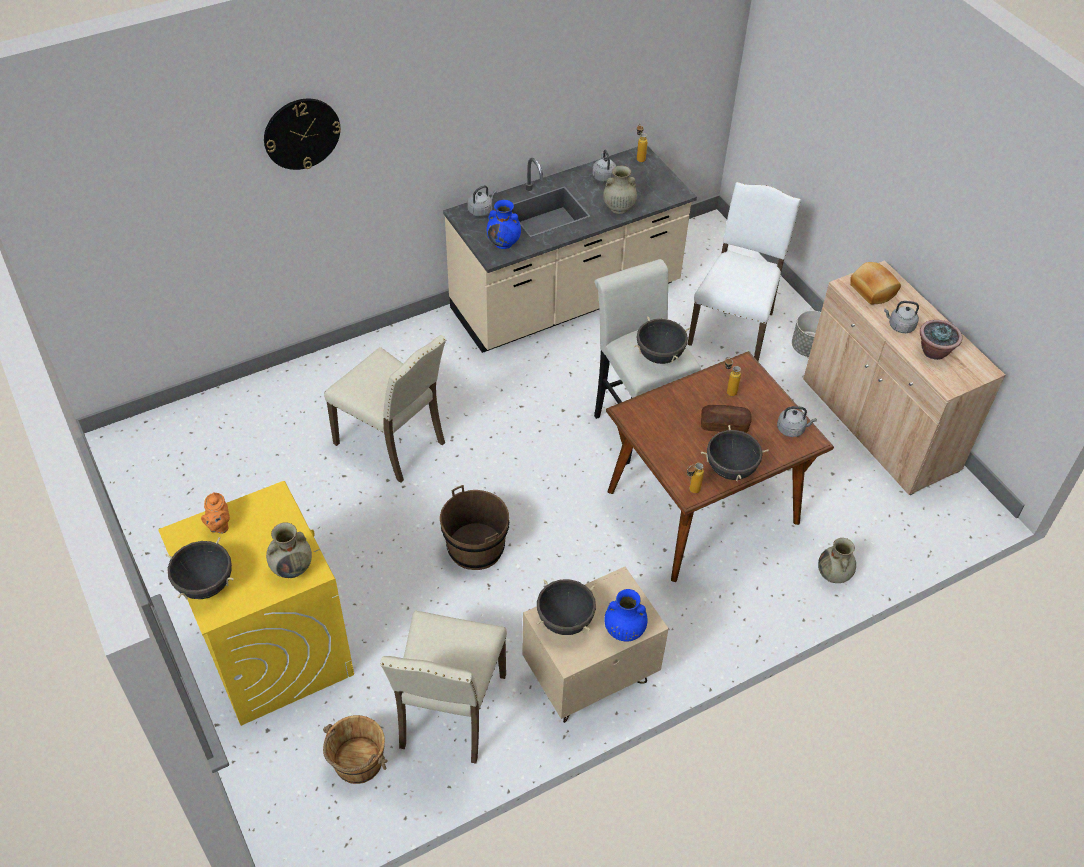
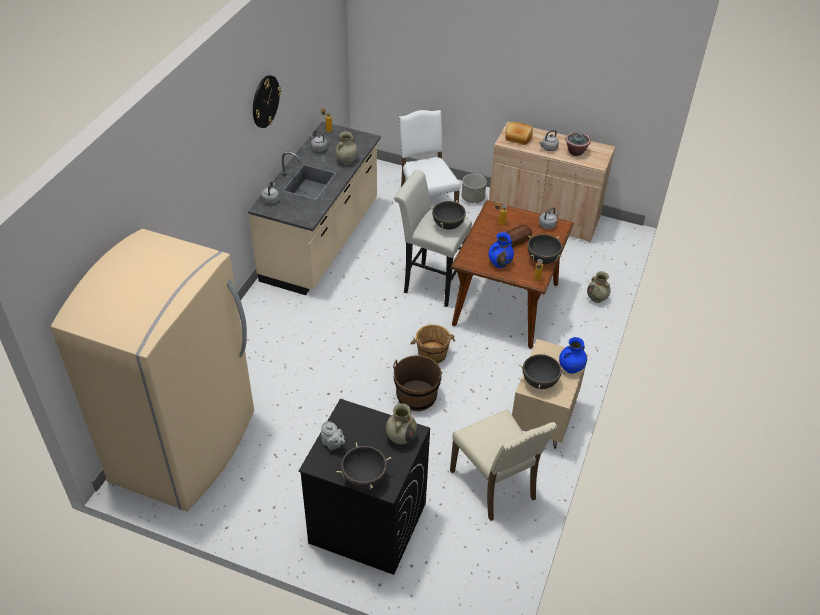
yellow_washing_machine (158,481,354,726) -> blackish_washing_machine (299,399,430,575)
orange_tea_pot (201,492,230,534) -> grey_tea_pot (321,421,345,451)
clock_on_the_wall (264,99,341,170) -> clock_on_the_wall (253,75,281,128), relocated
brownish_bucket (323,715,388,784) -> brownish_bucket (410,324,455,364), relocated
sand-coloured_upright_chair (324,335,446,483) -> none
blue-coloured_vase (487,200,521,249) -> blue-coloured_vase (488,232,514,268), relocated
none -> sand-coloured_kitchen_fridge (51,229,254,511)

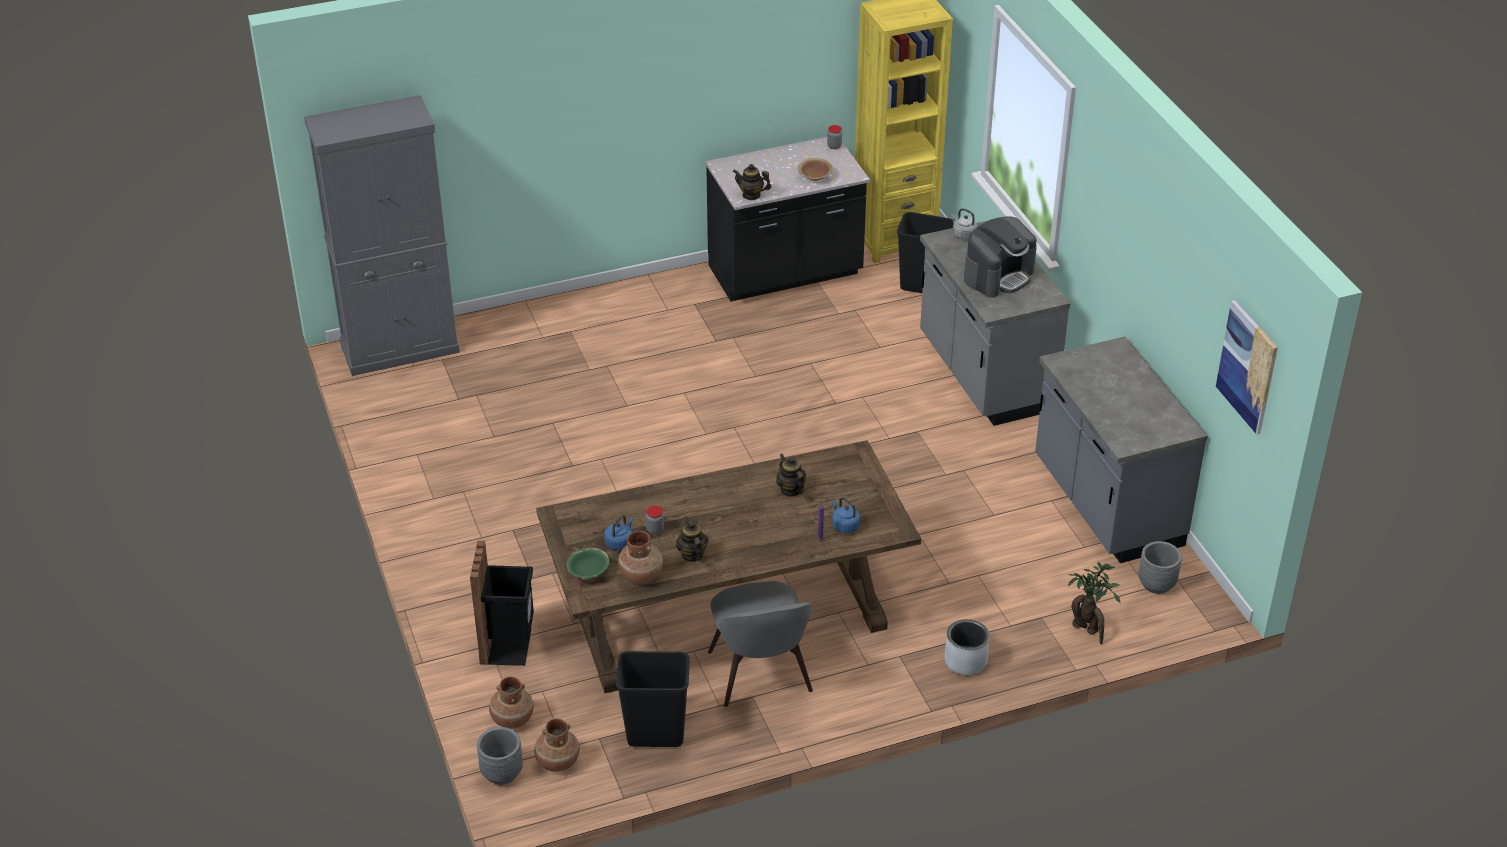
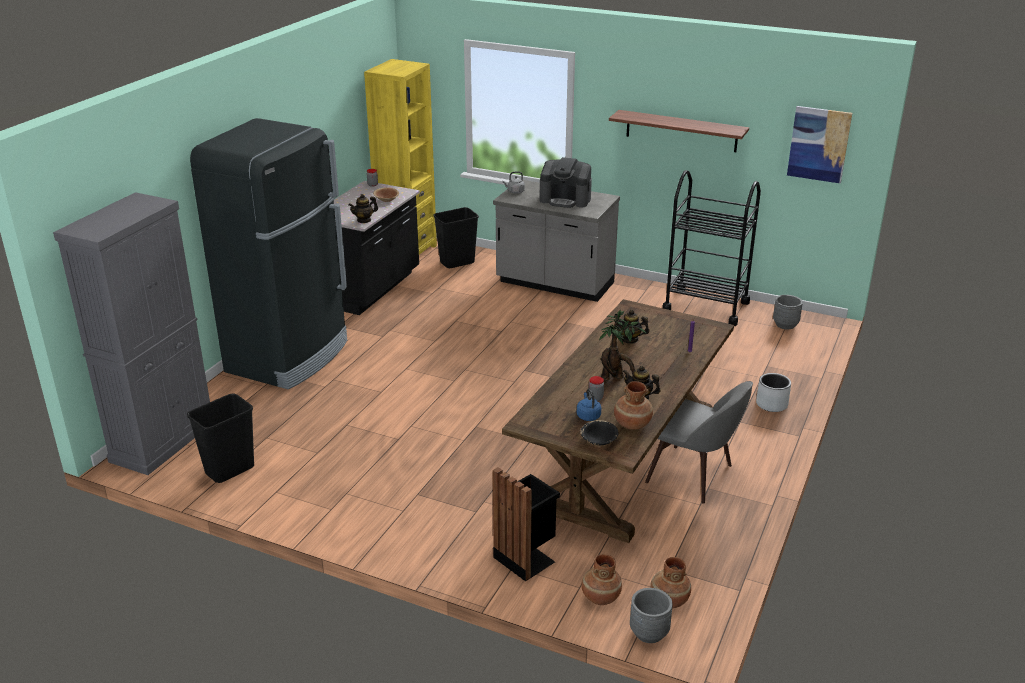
green-coloured_bowl (567,547,609,579) -> blackish_bowl (580,420,618,446)
blackish_trash_can (616,651,690,747) -> blackish_trash_can (187,393,254,483), relocated
blue-coloured_water_kettle (832,497,860,533) -> none
coffee_machine (964,216,1037,298) -> coffee_machine (539,157,592,208), 105 degrees clockwise
grey_kitchen_base_unit (1035,336,1208,563) -> blackish_trolley (662,170,761,326)
houseplant (1068,562,1120,644) -> houseplant (599,310,647,381), relocated
none -> blackish_kitchen_fridge (190,118,347,390)
none -> bracket_shelf (609,110,749,152)

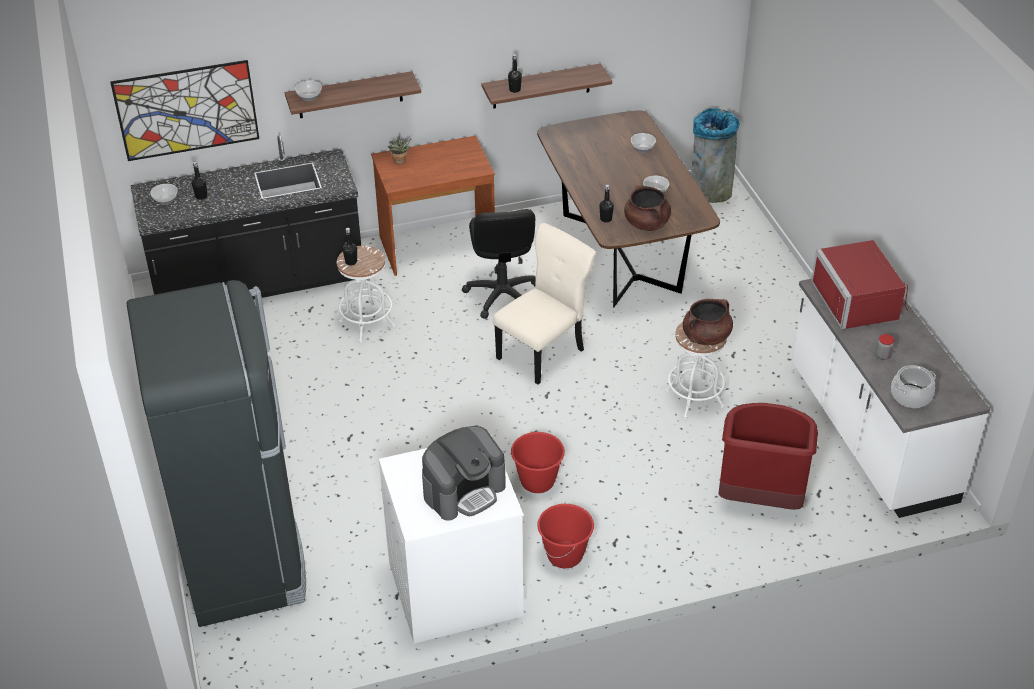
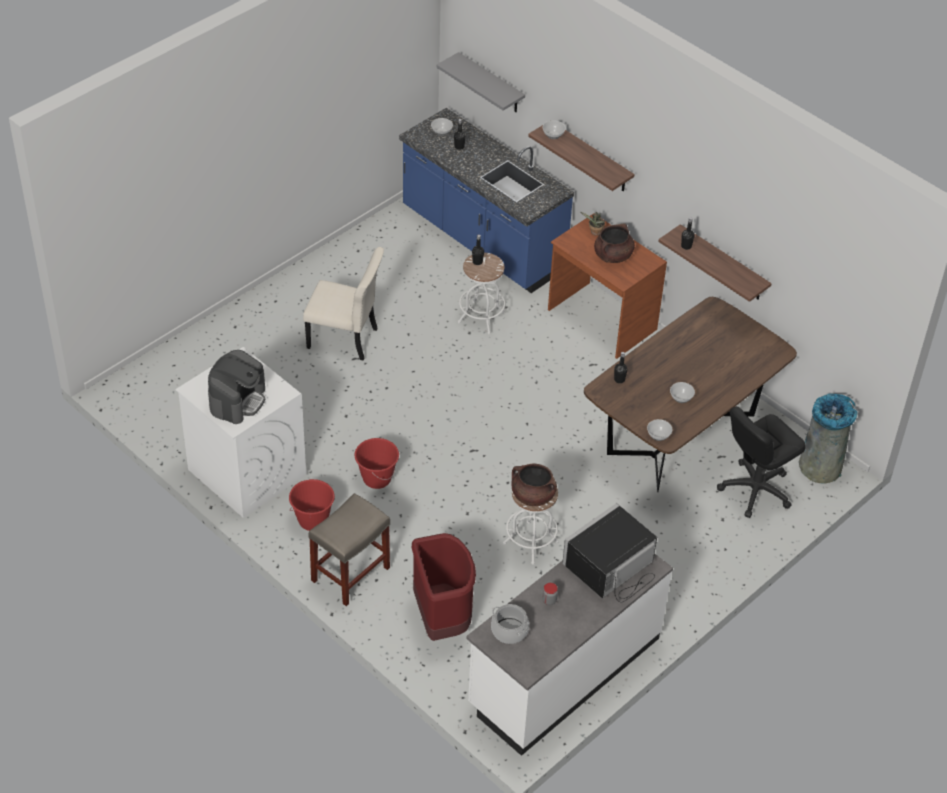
picture (110,60,259,161) -> grey_bracket_shelf (436,52,525,112)
blackish_kitchen_fridge (127,280,306,627) -> none
blackish_kitchen_base_unit (131,135,361,299) -> blue-coloured_kitchen_base_unit (399,108,574,293)
coffee_machine (422,426,506,521) -> coffee_machine (208,350,265,424), 90 degrees counterclockwise
blackish_office_chair (462,209,536,319) -> blackish_office_chair (717,406,806,518), relocated
sand-coloured_upright_chair (493,223,596,385) -> sand-coloured_upright_chair (303,247,384,360), relocated
brownish_saucepot (624,185,671,231) -> brownish_saucepot (594,224,635,263), relocated
bowl (631,133,656,153) -> bowl (647,419,672,441), relocated
reddish_kitchen_microwave (811,240,908,330) -> blackish_kitchen_microwave (562,503,657,602)
none -> sand-coloured_sitting_stool (309,493,390,606)

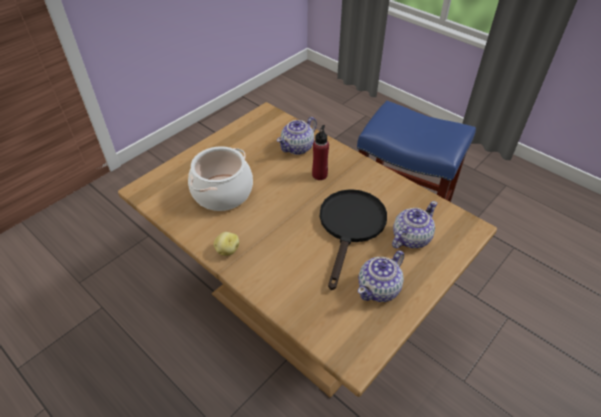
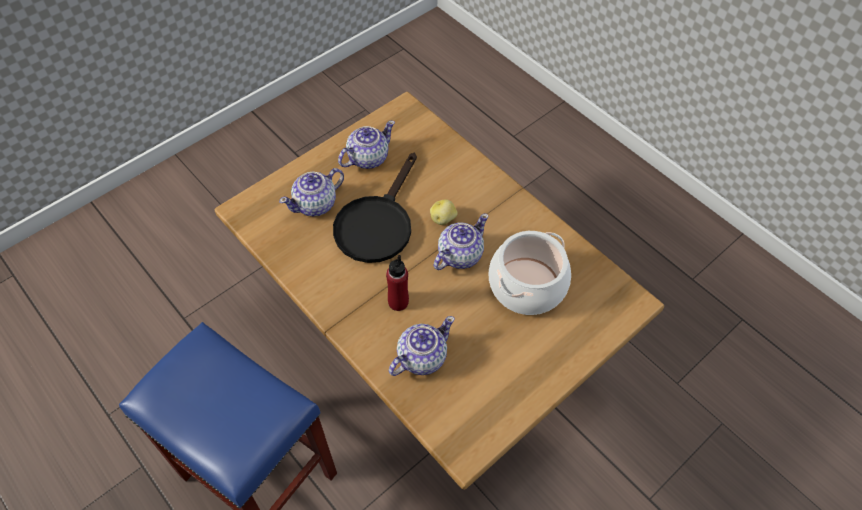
potato (214,232,239,256) -> potato (430,199,458,225), relocated
none -> tea_pot (433,214,488,270)

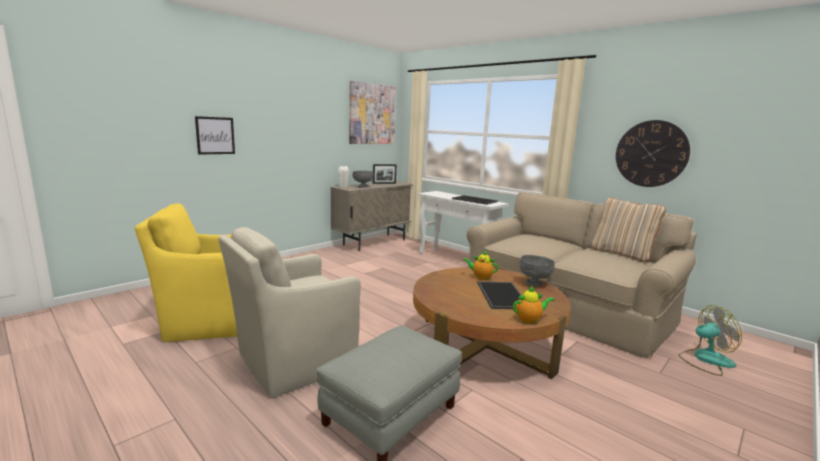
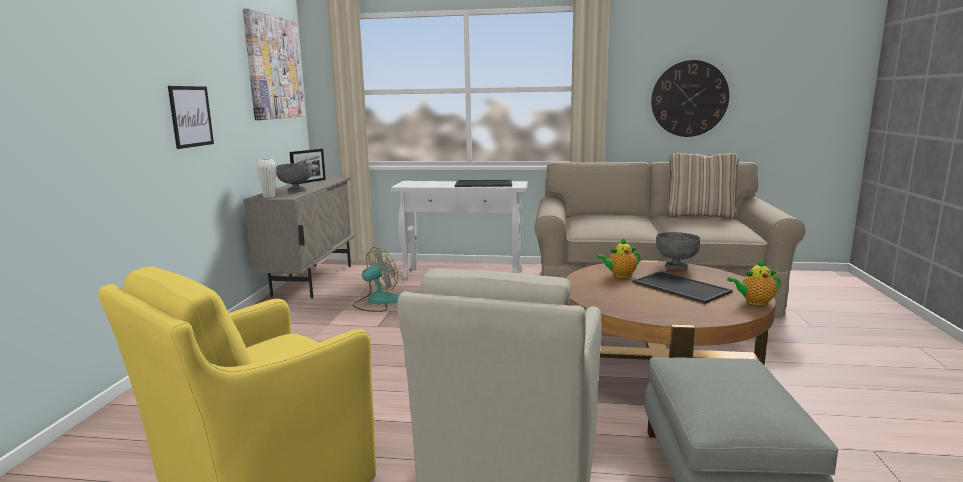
picture (195,116,235,155) -> picture (168,86,214,149), relocated
tea_pot (513,286,554,323) -> tea_pot (727,260,781,306), 135 degrees counterclockwise
cooling_fan (679,305,742,376) -> cooling_fan (353,247,399,312), relocated

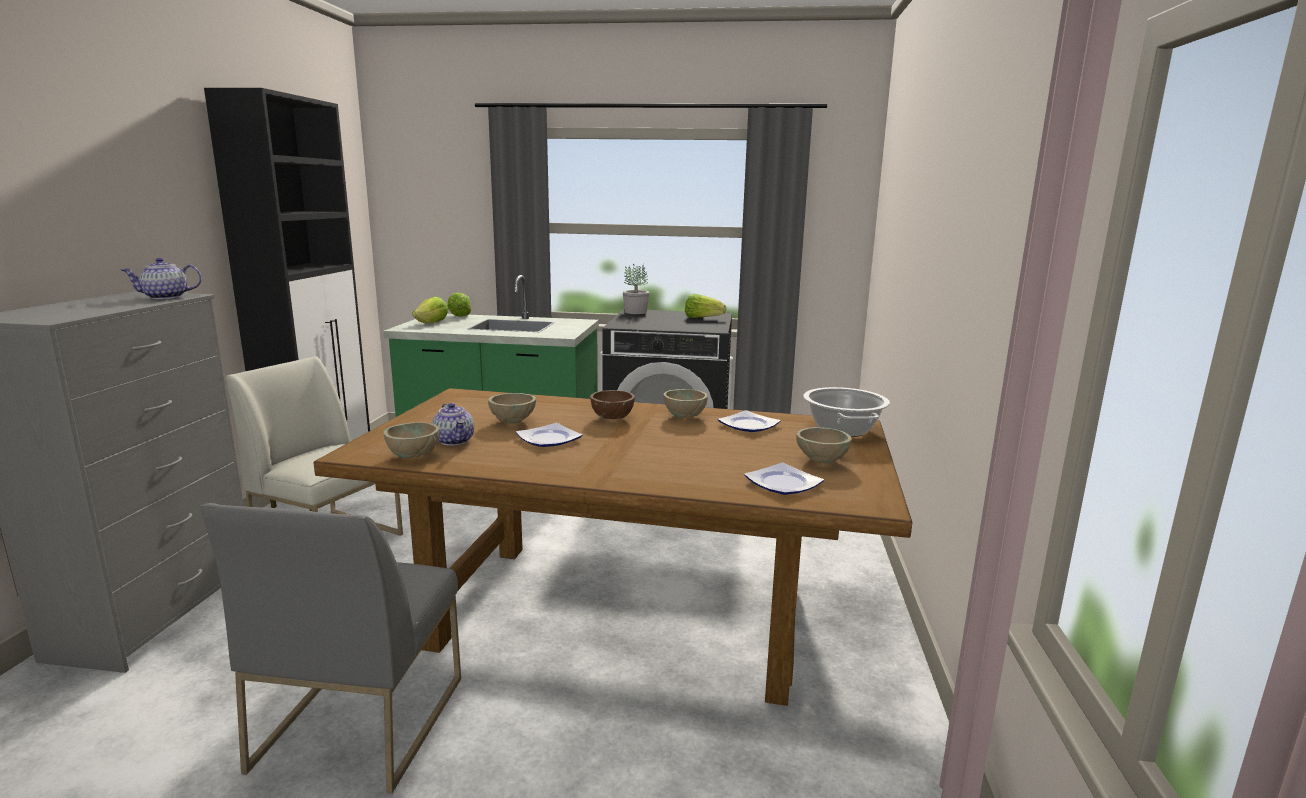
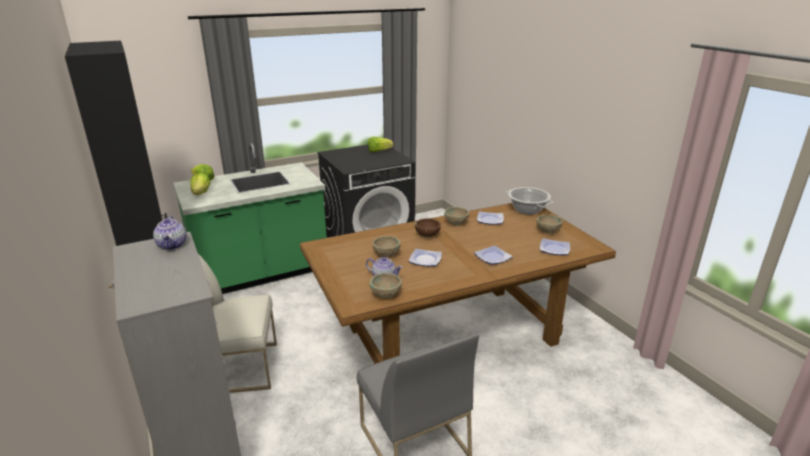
tea_pot (121,258,202,299) -> tea_pot (153,216,187,250), 45 degrees counterclockwise
houseplant (623,264,650,314) -> none
none -> dinner_plate (474,245,513,265)

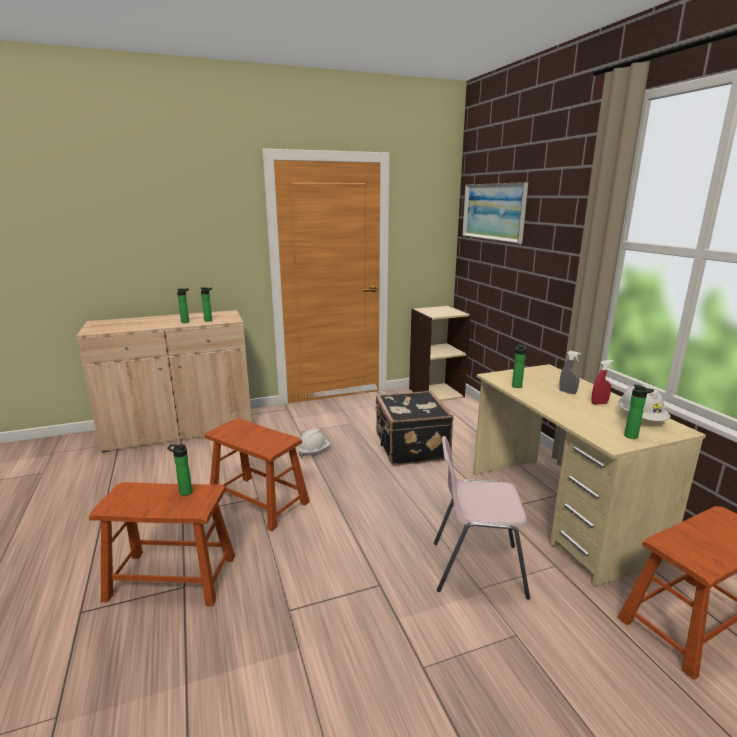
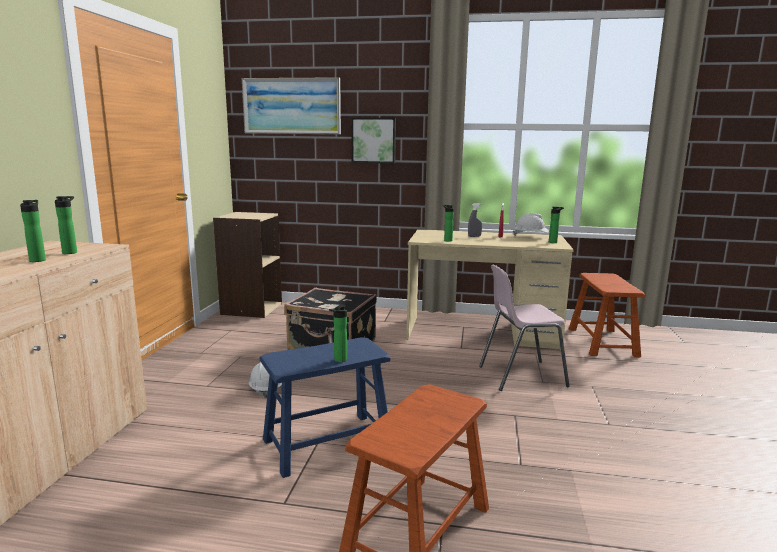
bottle (167,444,192,496) -> bottle (329,305,347,362), relocated
brownish_sitting_stool (204,419,310,531) -> blue-coloured_sitting_stool (260,337,391,478)
pink-coloured_upright_chair (434,436,530,600) -> pink-coloured_upright_chair (479,265,570,391), 45 degrees clockwise
none -> picture (351,118,396,163)

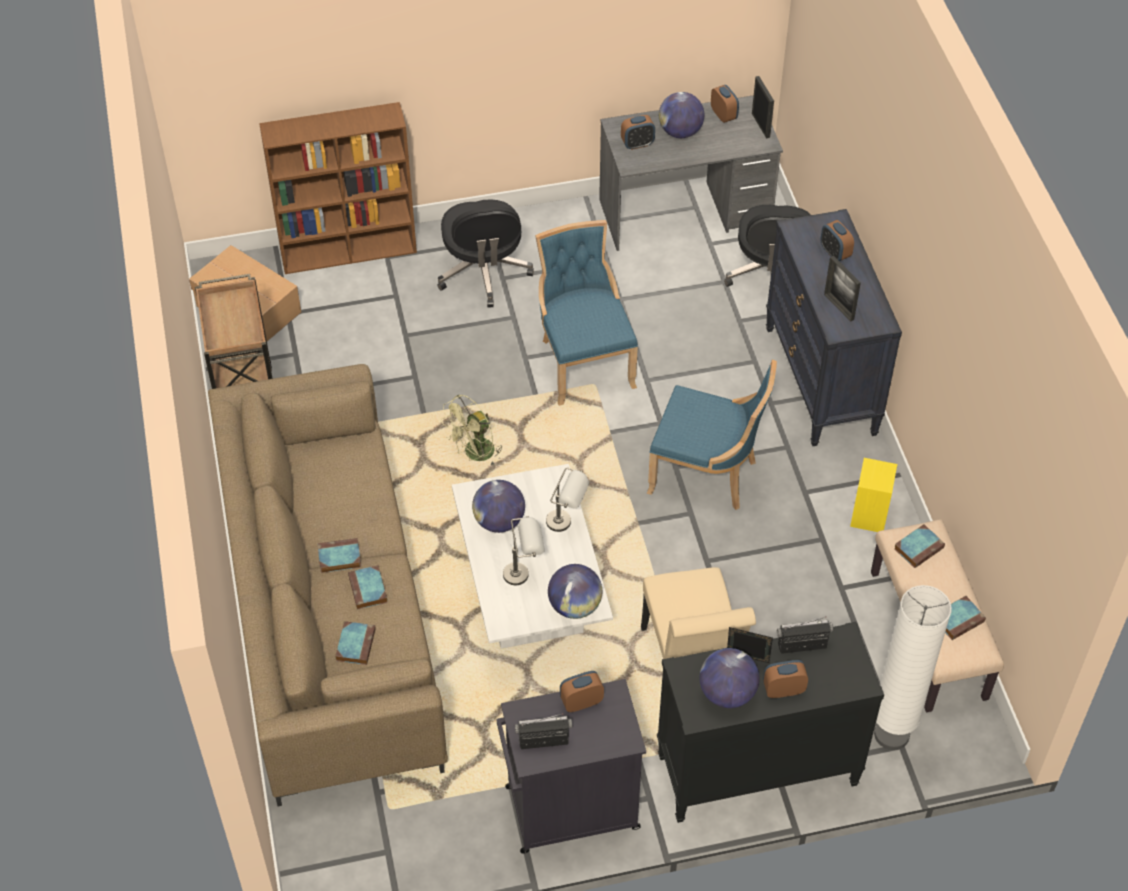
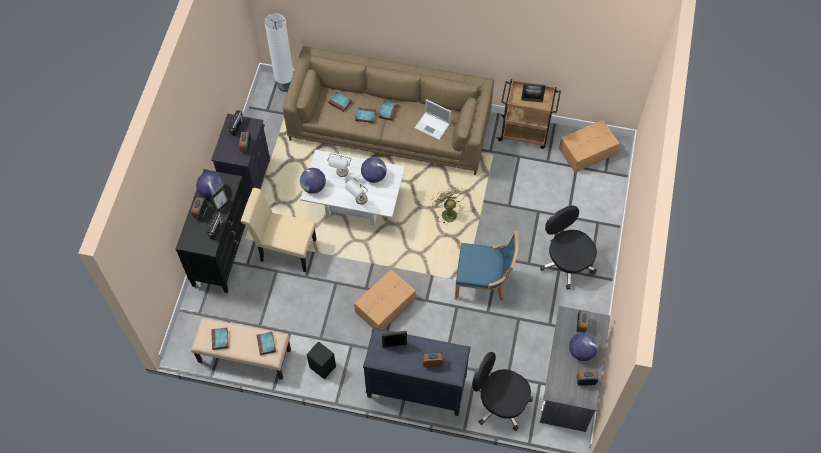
brownish_shelving_unit (259,102,417,274) -> none
blackish_office_chair (437,199,534,307) -> blackish_office_chair (540,205,597,290), 45 degrees clockwise
blue-coloured_upright_chair (647,359,777,510) -> carton (354,269,416,330)
picture_frame (752,76,774,139) -> picture_frame (521,83,546,102), relocated
yellow_loudspeaker (850,458,897,532) -> blackish_loudspeaker (306,341,336,379)
white_floor_lamp (874,585,952,750) -> white_floor_lamp (264,13,294,92), relocated
none -> portable_computer (415,99,451,140)

